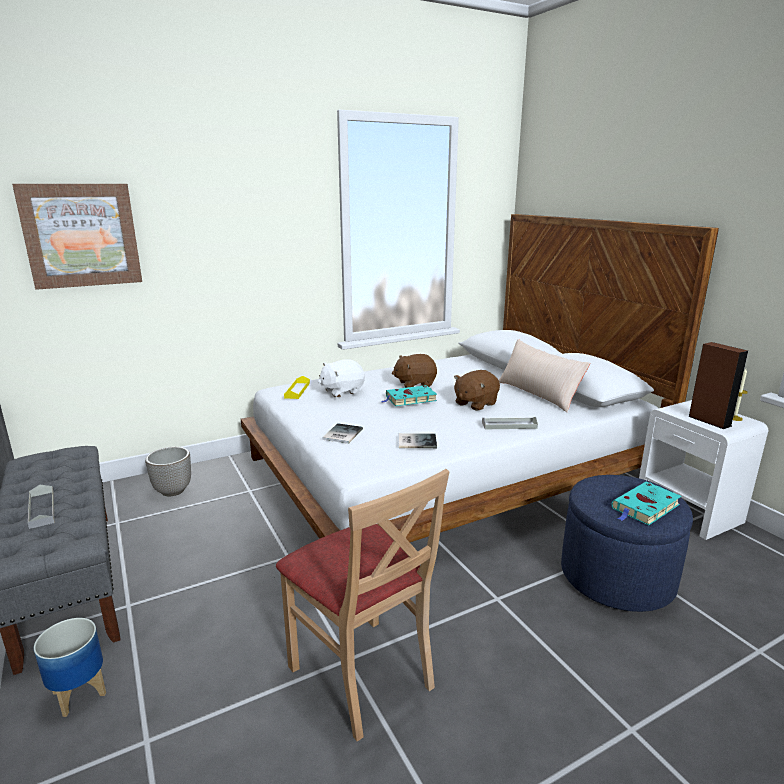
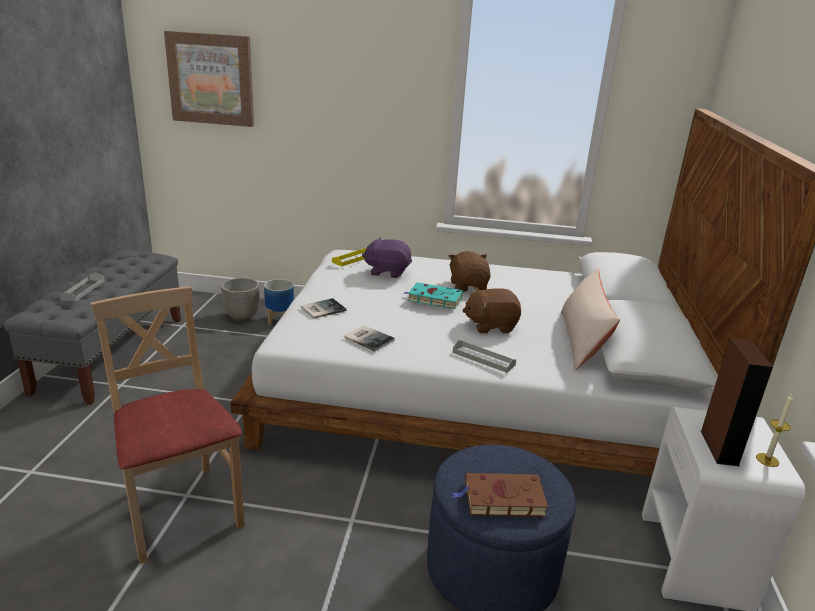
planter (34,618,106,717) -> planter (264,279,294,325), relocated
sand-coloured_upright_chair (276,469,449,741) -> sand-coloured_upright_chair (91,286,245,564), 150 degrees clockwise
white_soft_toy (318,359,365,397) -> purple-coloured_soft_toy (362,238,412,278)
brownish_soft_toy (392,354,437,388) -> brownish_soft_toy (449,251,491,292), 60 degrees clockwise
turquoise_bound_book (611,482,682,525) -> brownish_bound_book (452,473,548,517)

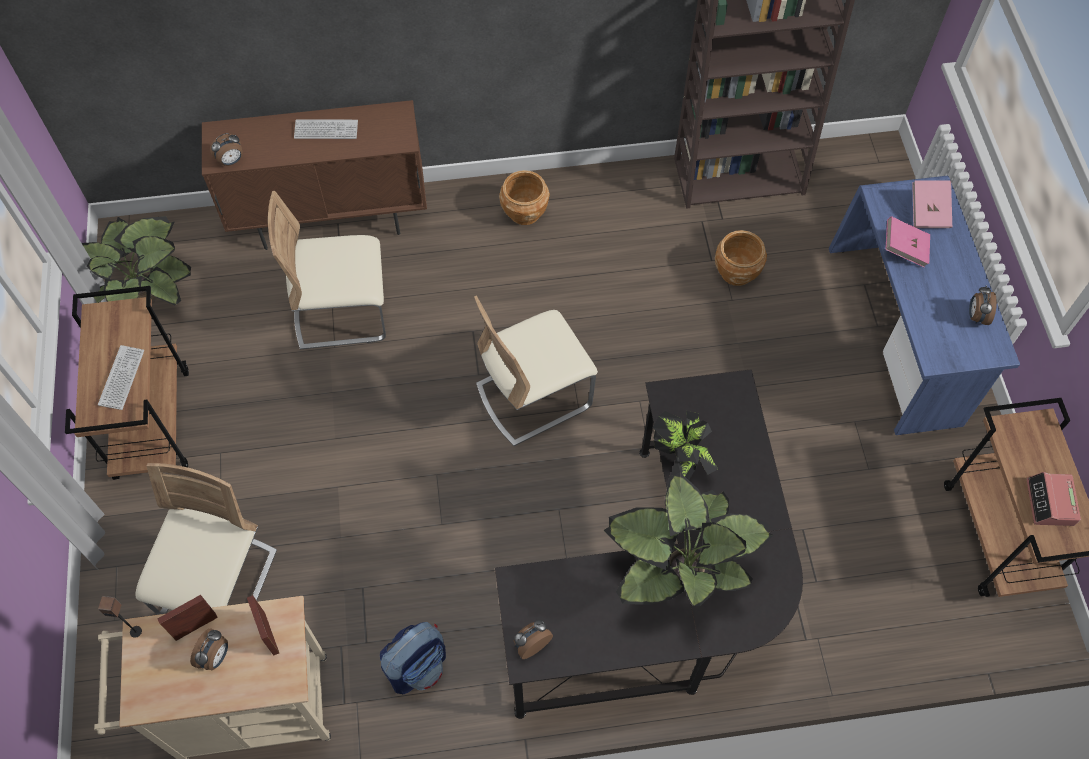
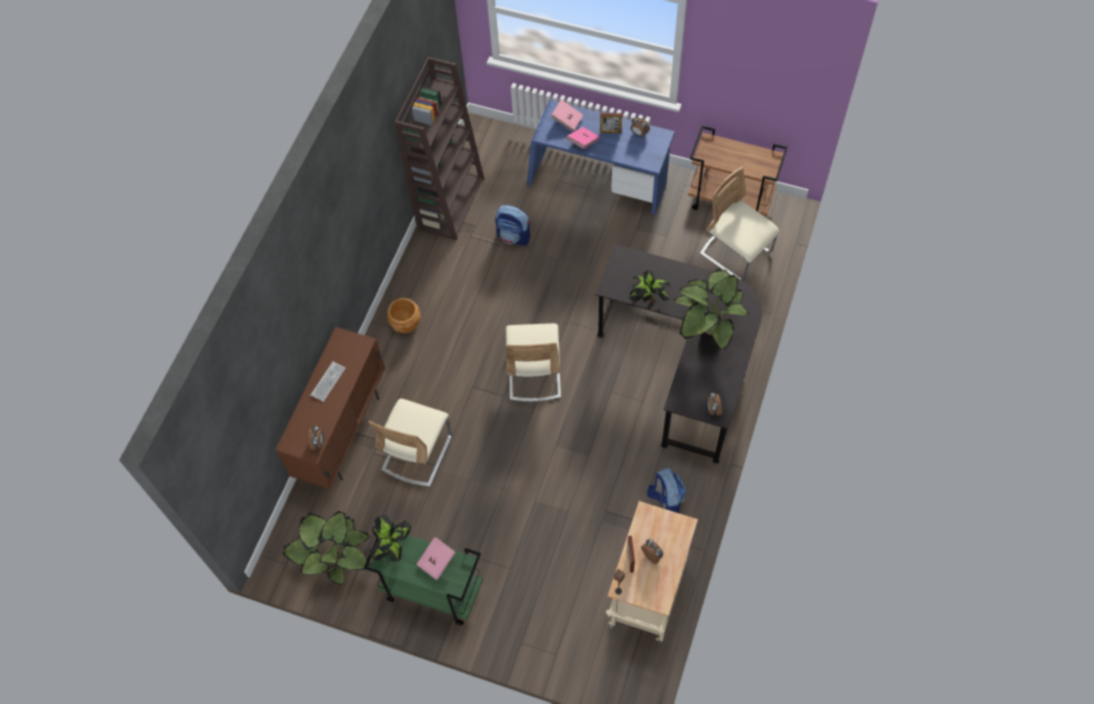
brownish_trolley (65,286,189,480) -> green-coloured_trolley (364,535,483,625)
keyboard (98,345,144,410) -> pink-coloured_bound_book (416,537,456,580)
sand-coloured_upright_chair (135,463,277,615) -> sand-coloured_upright_chair (700,167,779,281), relocated
picture_frame (247,595,279,656) -> picture_frame (600,113,622,133), relocated
brownish_planter (715,230,767,286) -> backpack (495,205,530,246)
bedside_clock (1026,472,1081,526) -> none
none -> houseplant (369,515,411,562)

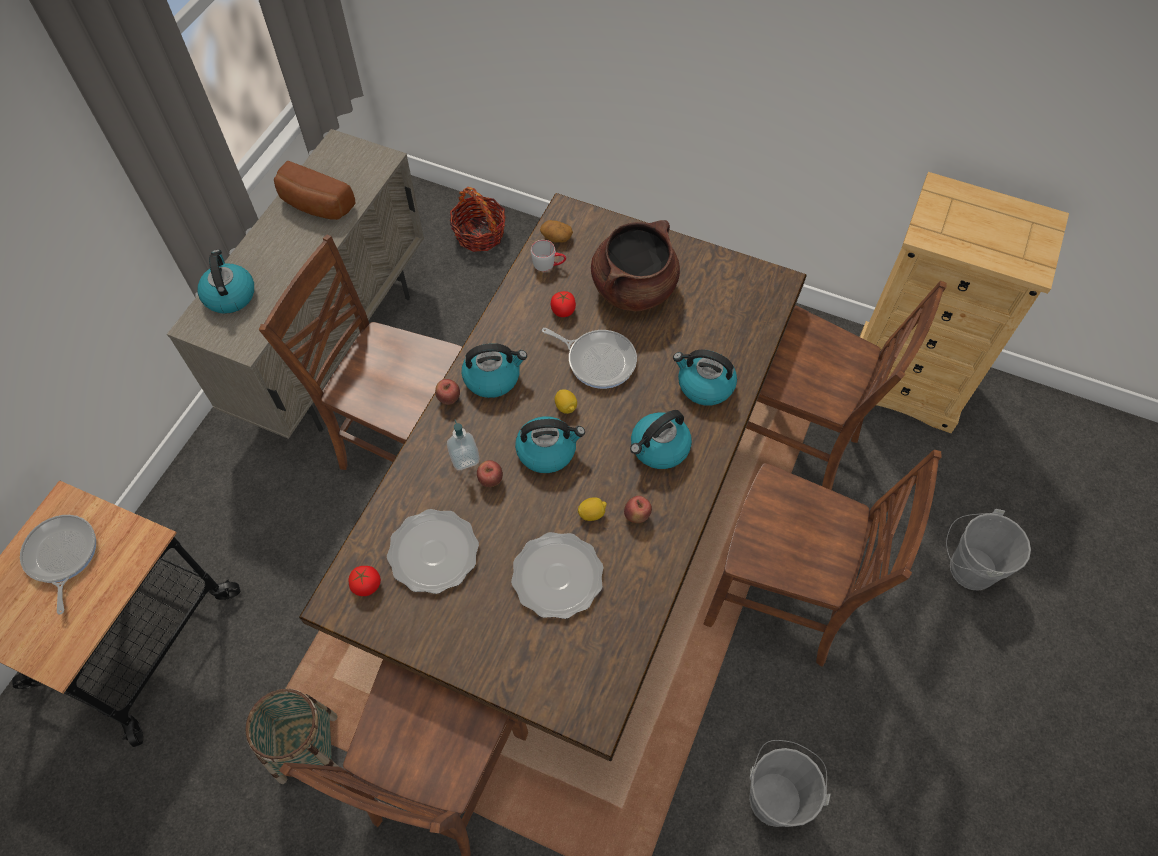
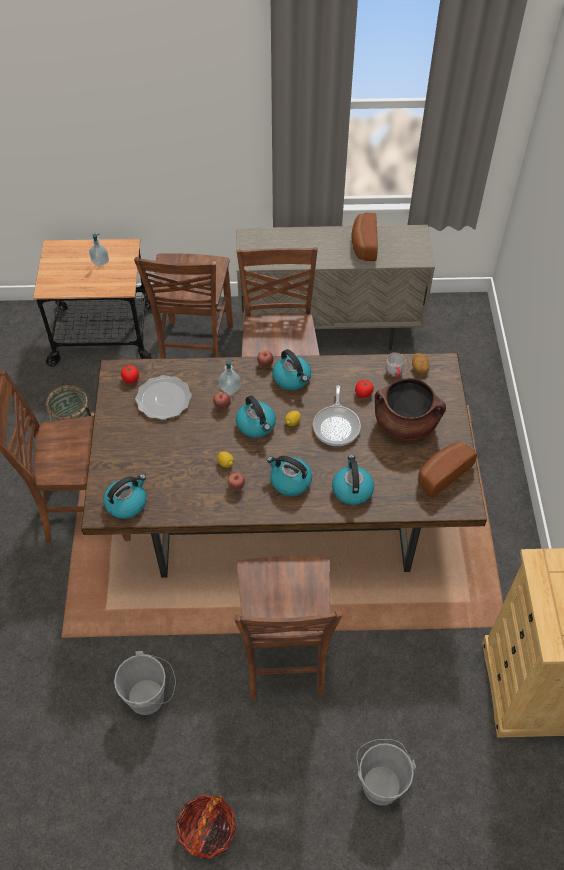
skillet (20,515,96,614) -> soap_bottle (89,234,109,267)
water_kettle (197,250,254,314) -> water_kettle (103,474,146,519), relocated
basket (450,187,506,252) -> basket (176,794,236,859), relocated
dinner_plate (511,532,603,619) -> none
brownish_upright_chair (746,281,947,490) -> brownish_upright_chair (134,253,233,359), relocated
none -> baked_bread (418,442,477,498)

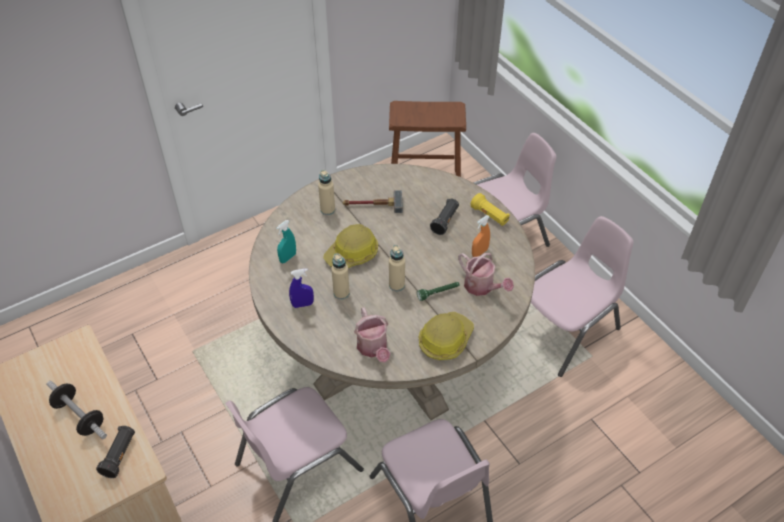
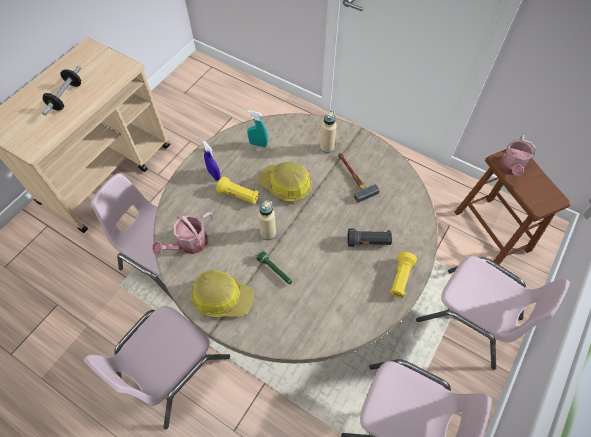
blackish_flashlight (96,426,135,478) -> none
sand-coloured_bottle (331,253,350,299) -> yellow_flashlight (216,177,259,204)
watering_pot (458,253,514,296) -> watering_pot (500,135,536,176), relocated
orange_spray_bottle (472,215,490,257) -> none

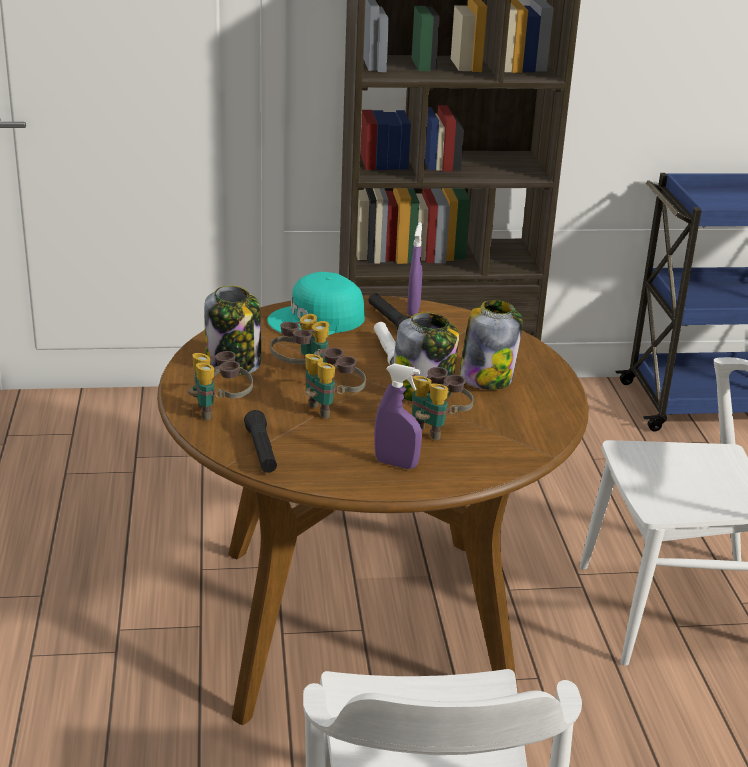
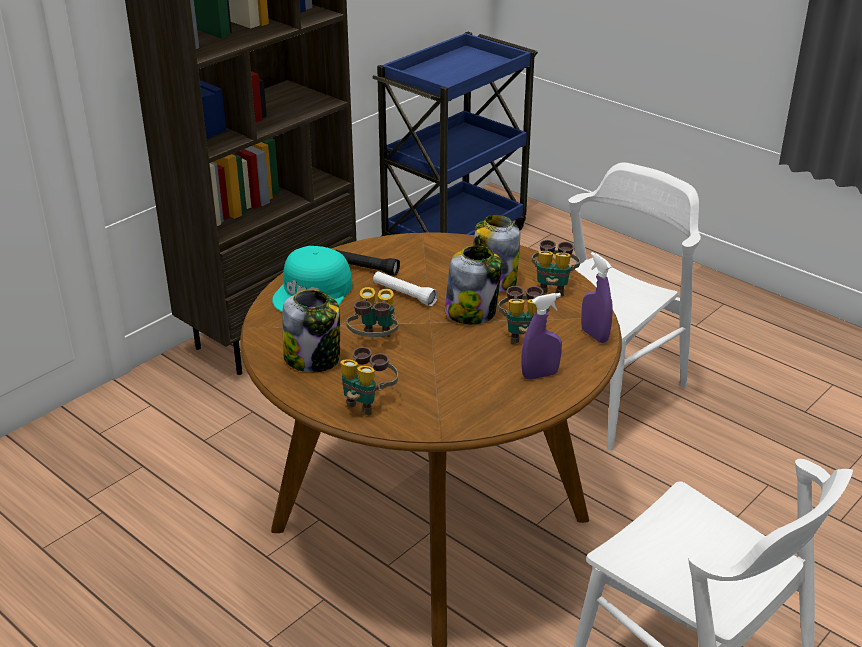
blackish_flashlight (244,410,277,473) -> none
pair_of_binoculars (305,348,366,419) -> pair_of_binoculars (532,240,580,296), relocated
purple-coloured_spray_bottle (407,222,422,316) -> purple-coloured_spray_bottle (581,252,613,343), relocated

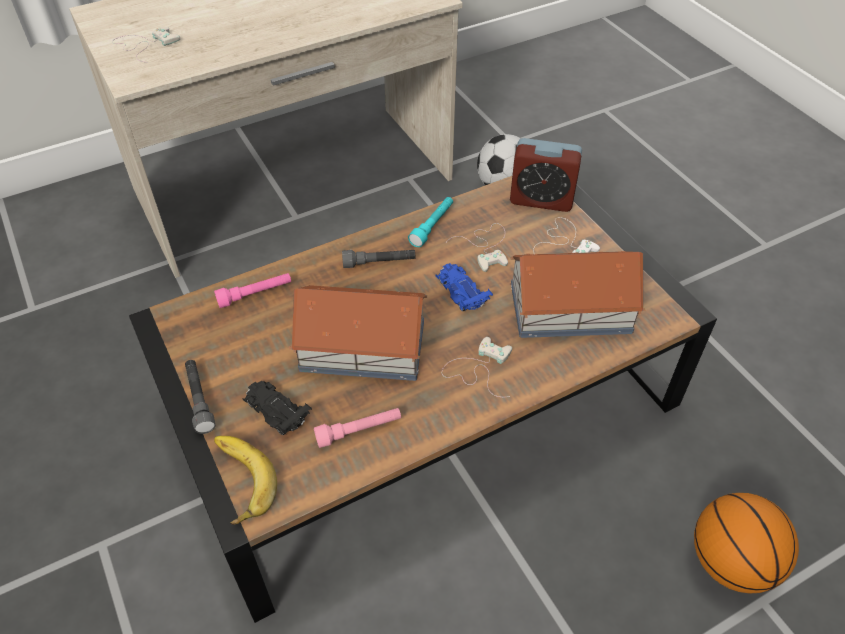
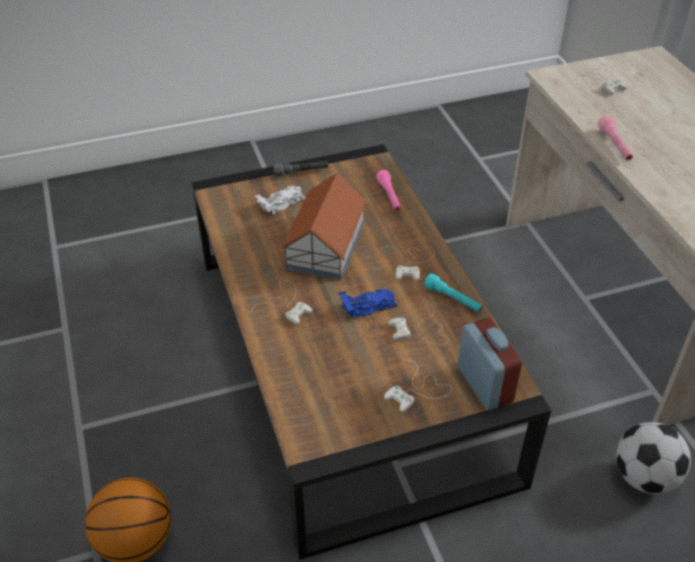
whole_banana (214,436,277,525) -> none
blackish_toy_car (242,381,312,435) -> white_toy_car (254,186,306,215)
pink-coloured_flashlight (314,408,401,448) -> pink-coloured_flashlight (598,116,633,161), relocated
grey_flashlight (342,250,415,268) -> white_gamepad (381,246,435,281)
bedside_clock (510,138,582,212) -> bedside_clock (458,318,522,411), 135 degrees clockwise
model_house (511,251,646,338) -> none

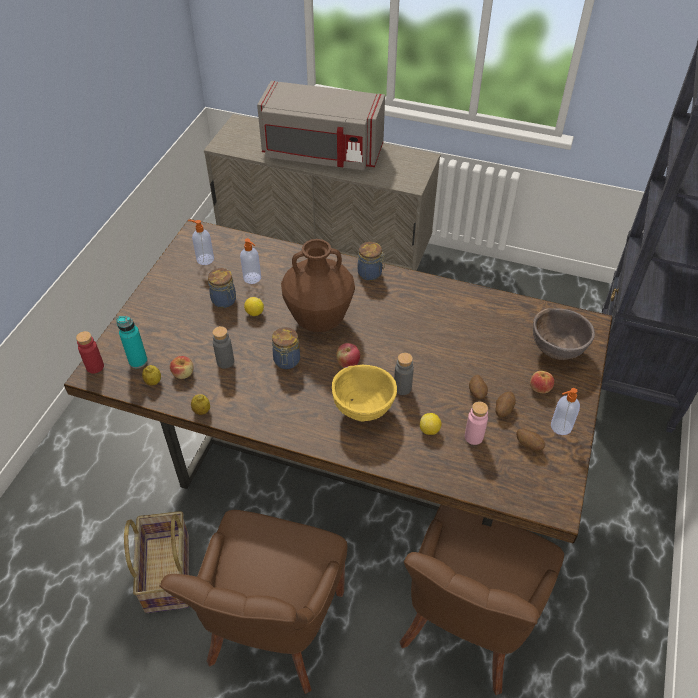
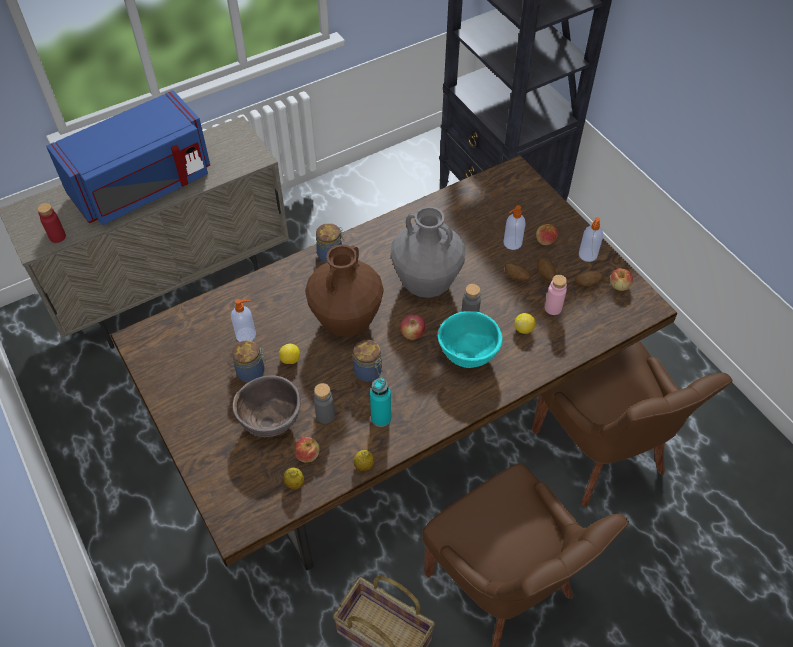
reddish_bottle (76,331,104,374) -> reddish_bottle (37,203,66,243), relocated
turquoise_bottle (116,316,148,368) -> turquoise_bottle (370,377,391,427), relocated
soap_bottle (188,220,214,265) -> soap_bottle (503,205,526,250), relocated
grey_kitchen_microwave (257,81,385,171) -> blue-coloured_kitchen_microwave (46,90,210,225)
yellow_bowl (332,365,397,422) -> turquoise_bowl (437,311,502,368)
brownish_bowl (533,308,595,360) -> brownish_bowl (233,375,301,438), relocated
none -> grey_vase (390,206,465,298)
none -> apple (610,268,633,291)

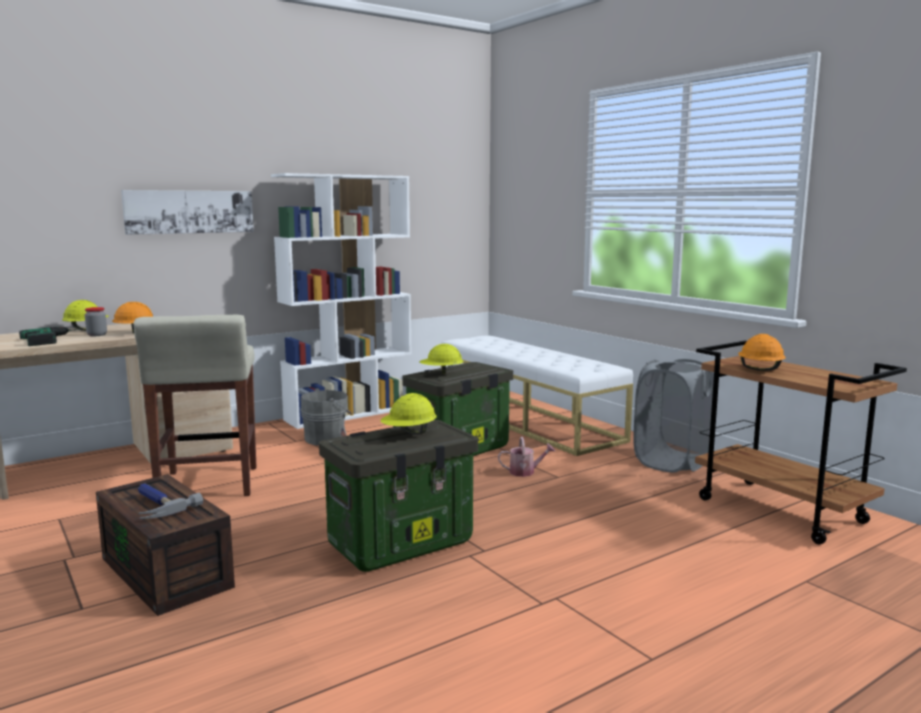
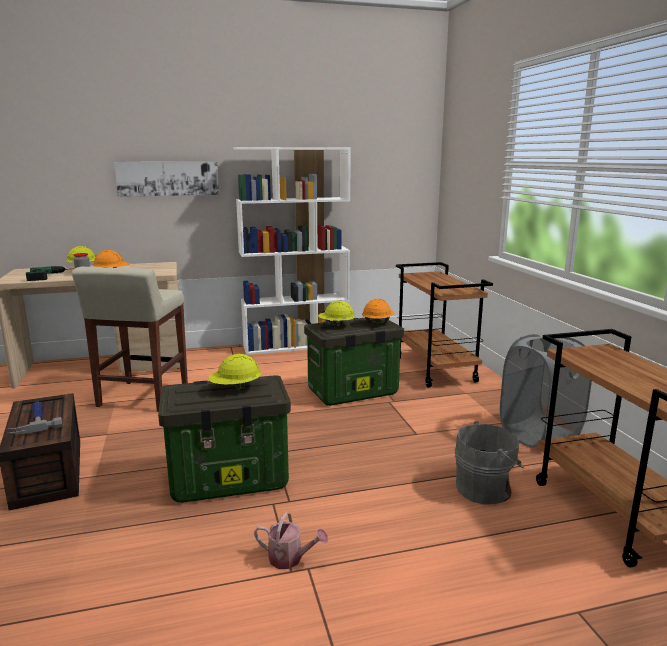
grey_bucket (300,388,352,446) -> grey_bucket (455,421,524,504), relocated
white_bench (441,336,633,456) -> brownish_trolley (396,262,493,388)
watering_pot (498,437,555,477) -> watering_pot (254,513,328,569), relocated
orange_hard_hat (738,334,786,371) -> orange_hard_hat (362,299,395,324), relocated

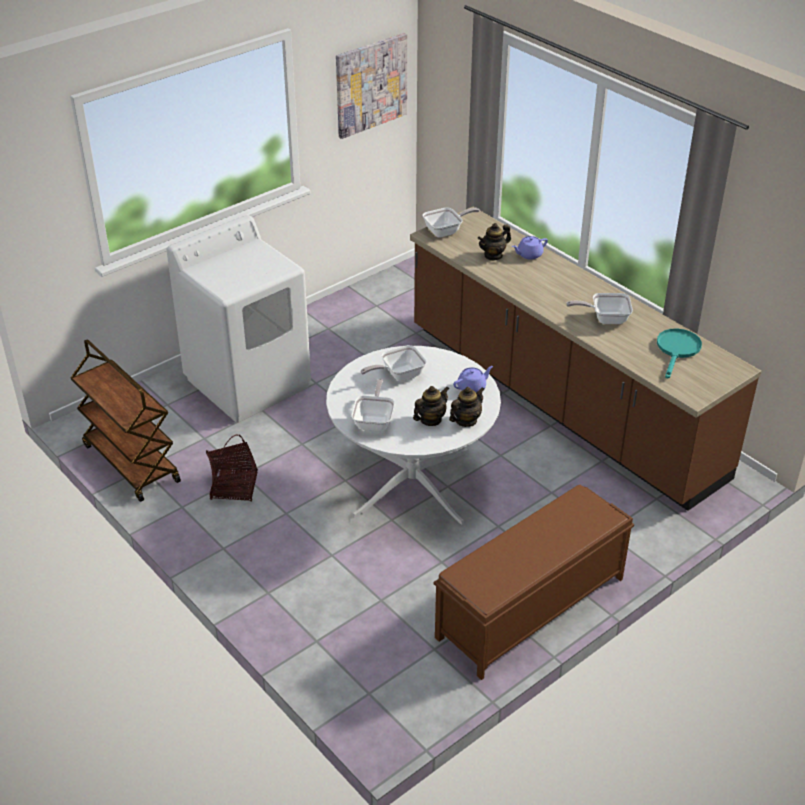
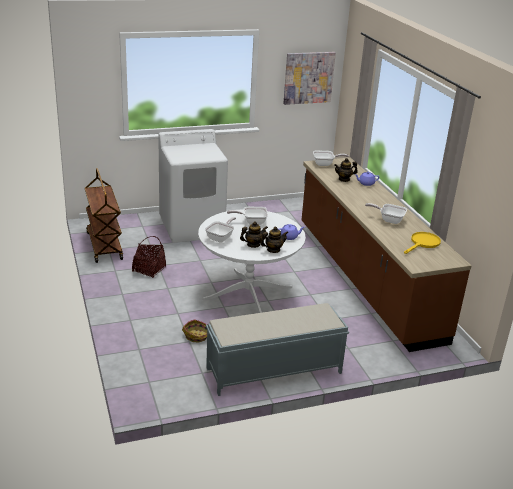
brownish_bench (433,485,634,680) -> grey_bench (206,303,349,396)
turquoise_skillet (657,328,702,379) -> yellow_skillet (404,232,441,254)
none -> basket (182,319,207,343)

